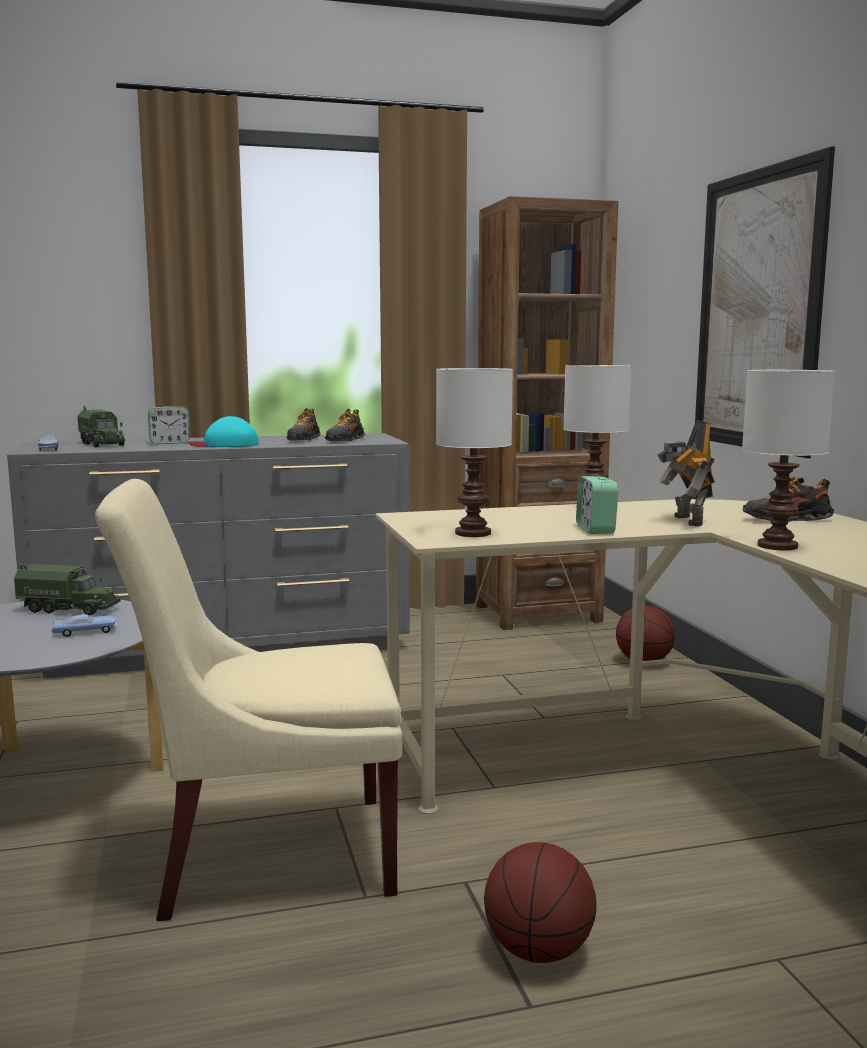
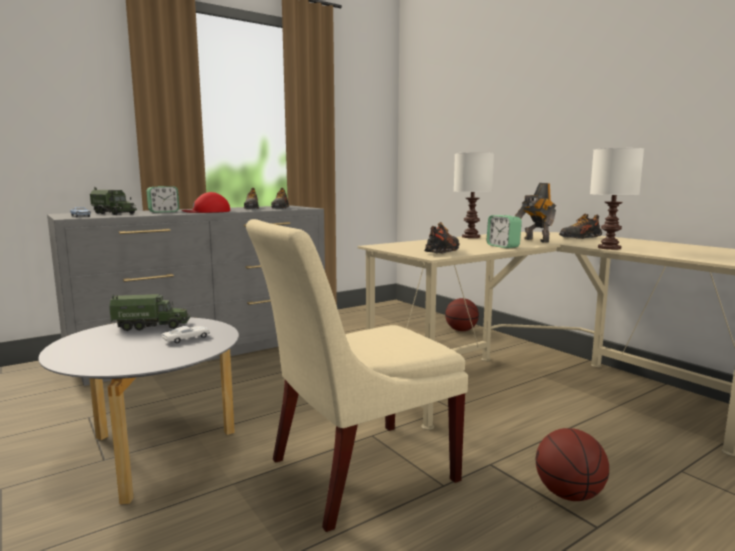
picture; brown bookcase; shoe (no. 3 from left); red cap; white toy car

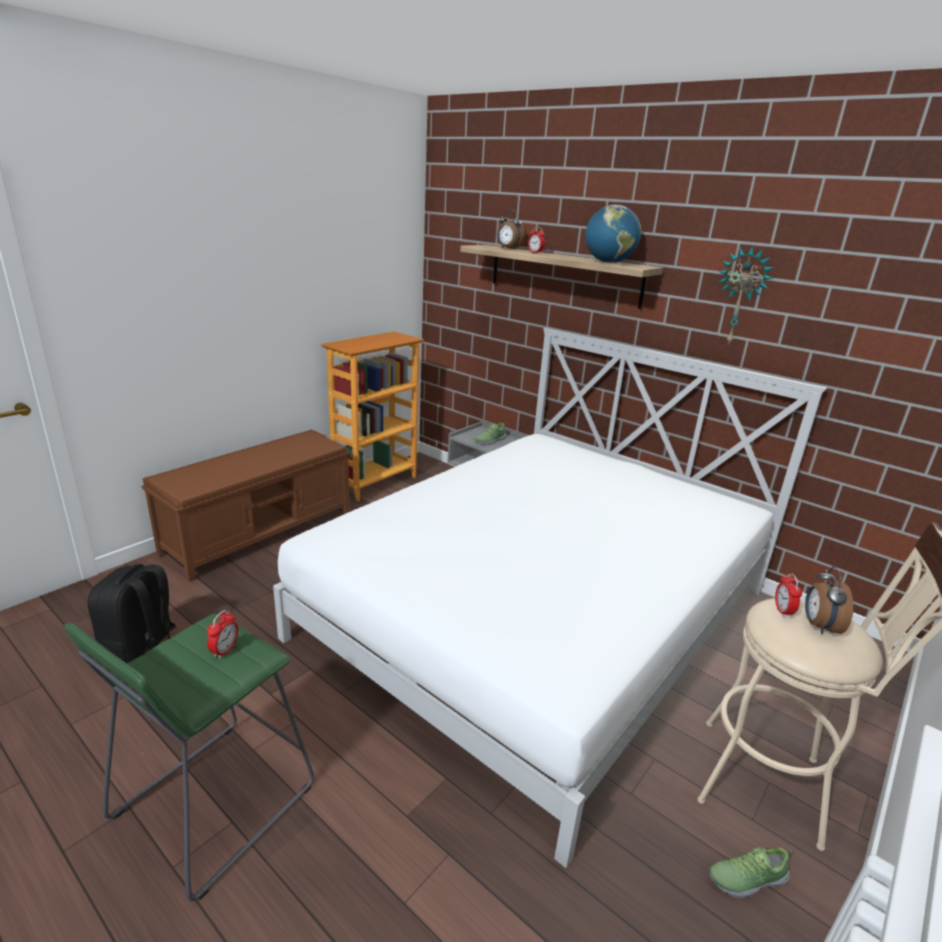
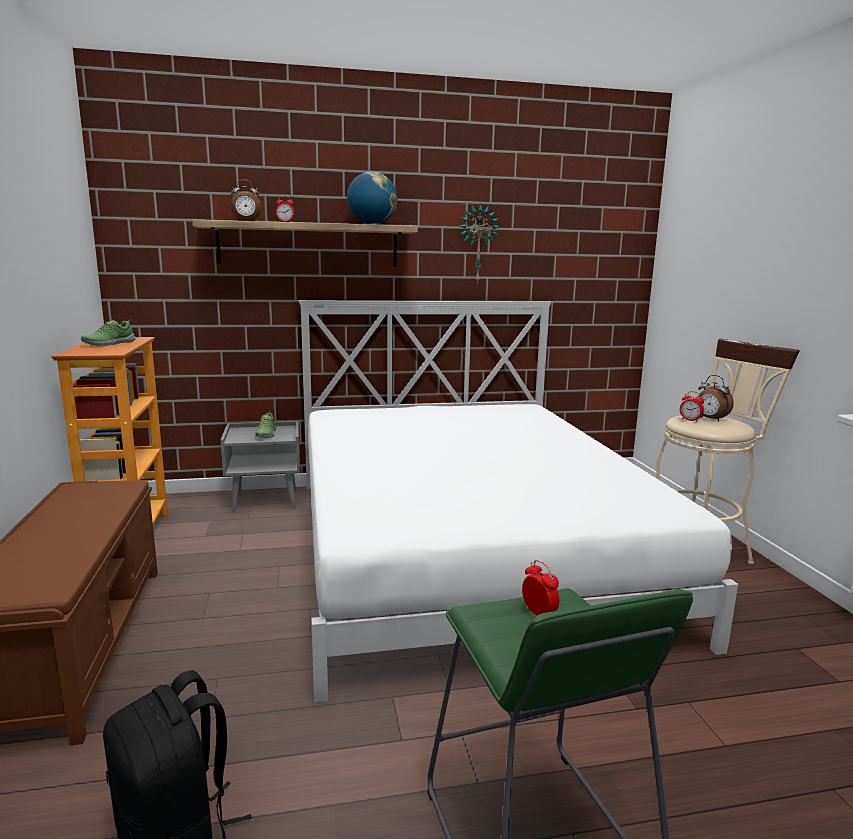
shoe (no. 1 from left)

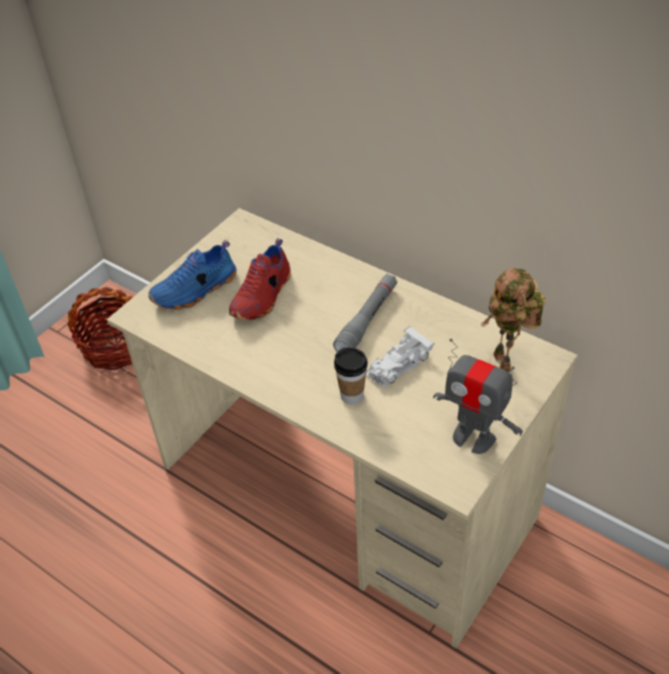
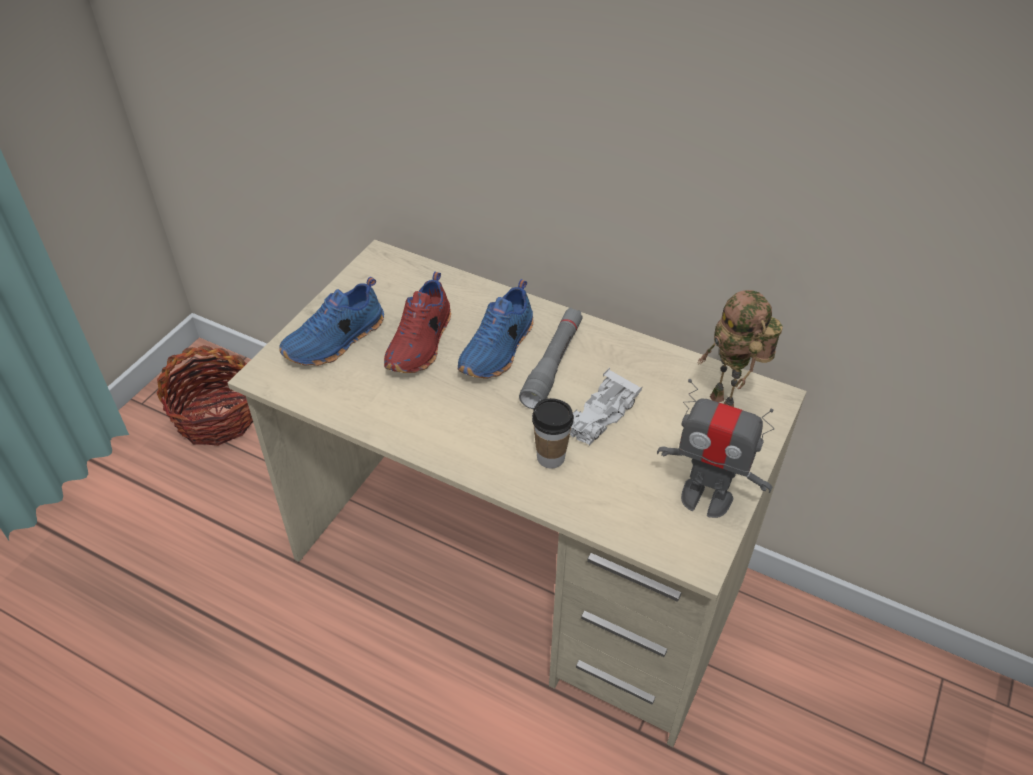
blue shoe (no. 2 from left)

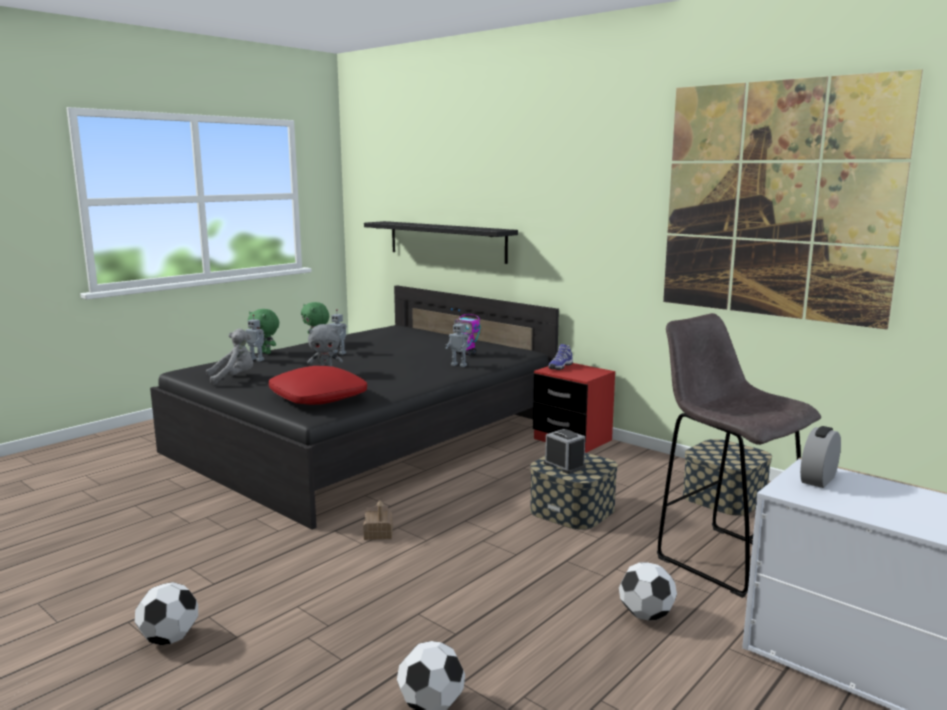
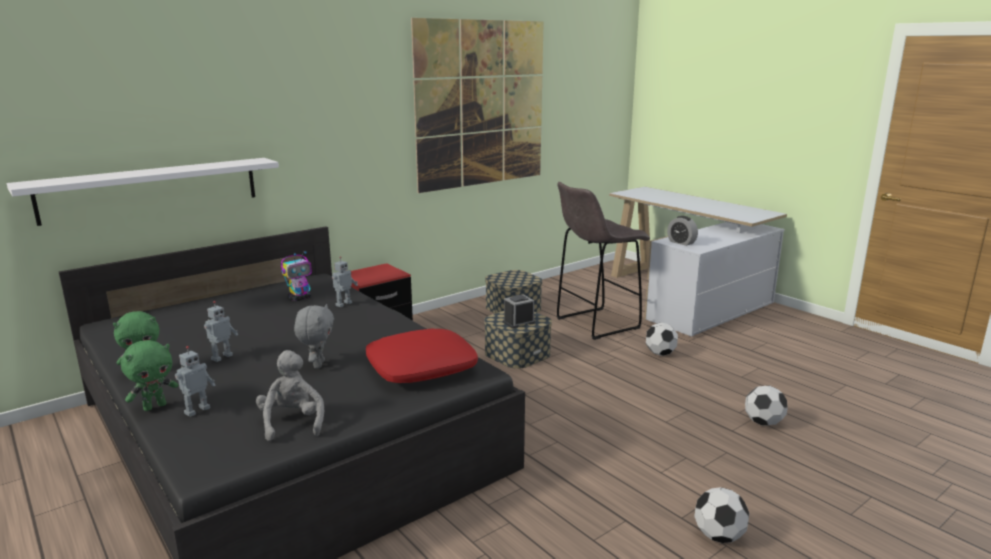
white shelf; shoe; toy house

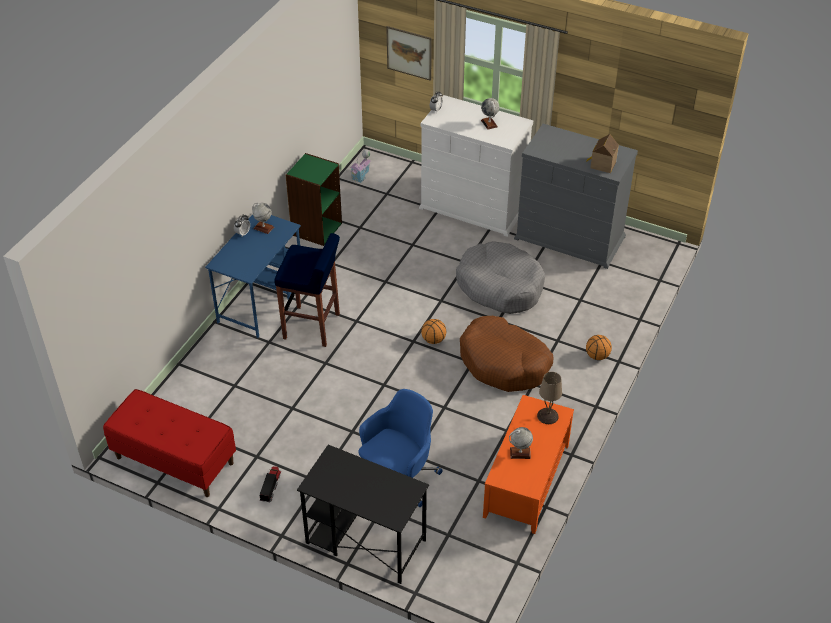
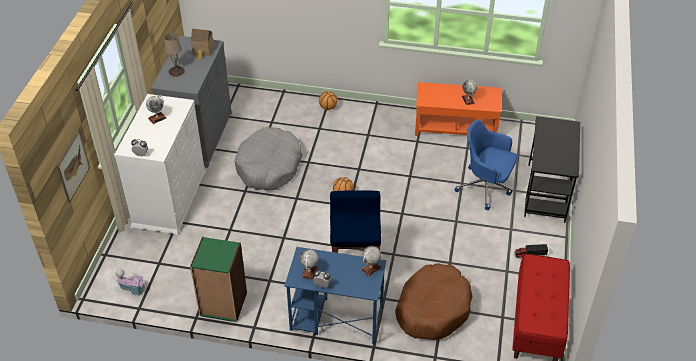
brown dog bed; beige table lamp; globe (no. 3 from left)

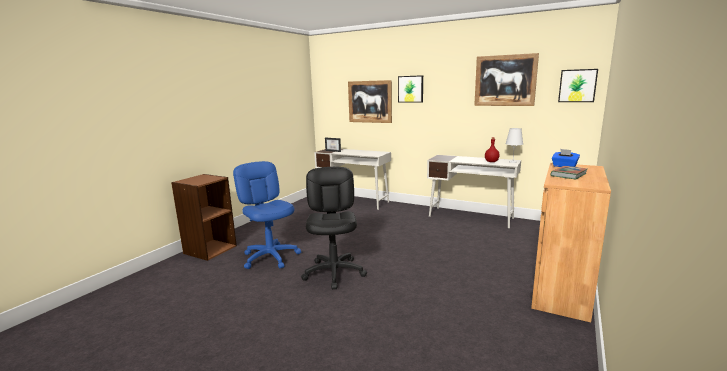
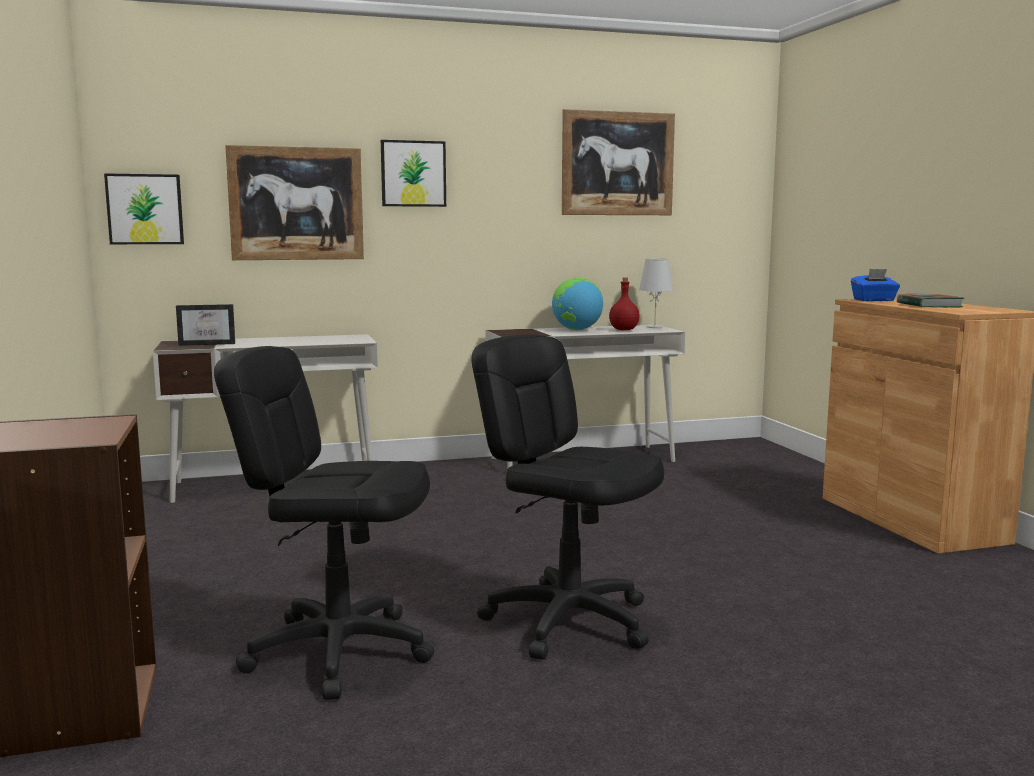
picture (no. 1 from left); black office chair (no. 1 from left); globe

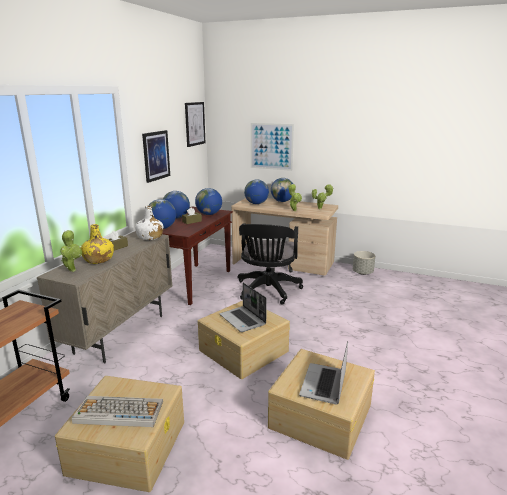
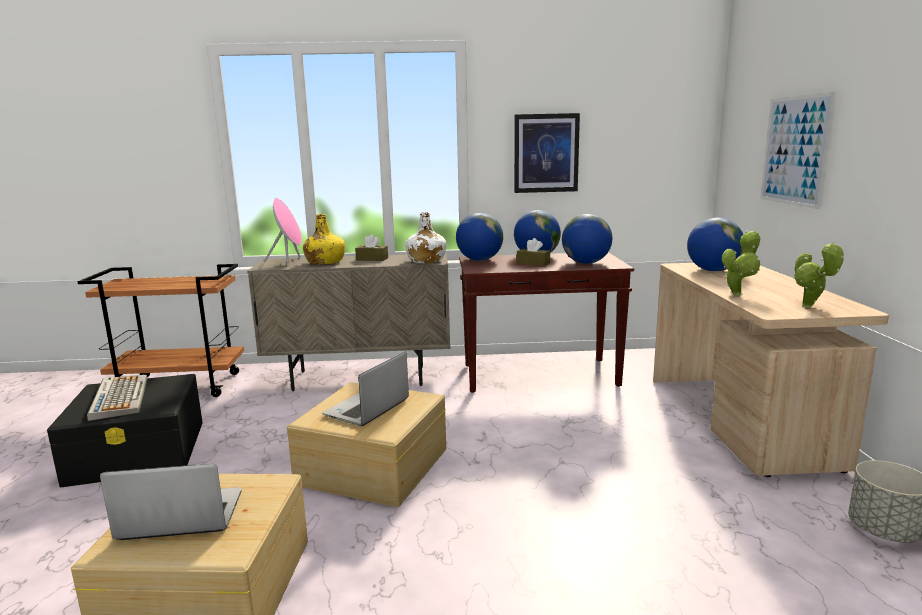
picture (no. 2 from left in the first image); globe (no. 5 from left in the first image); black office chair; pink speaker; black storage box

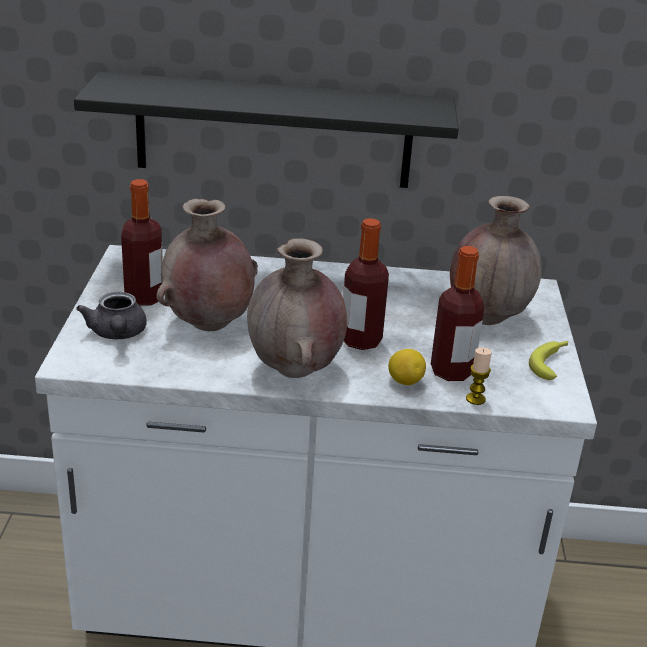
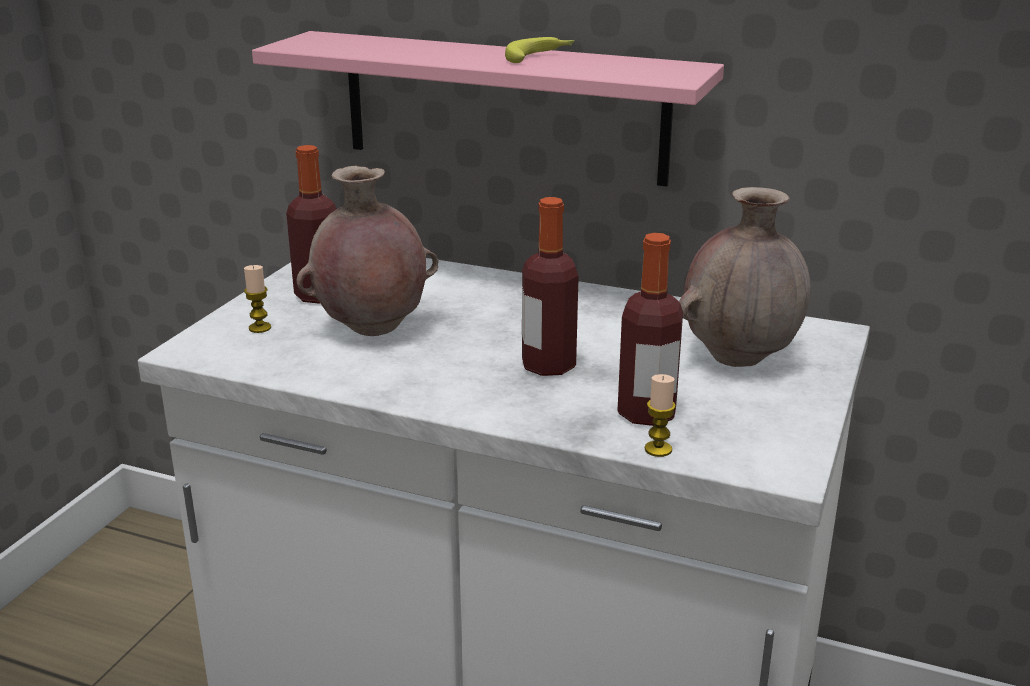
pink shelf; brown vase (no. 2 from left in the first image); candle (no. 1 from left); banana; lemon

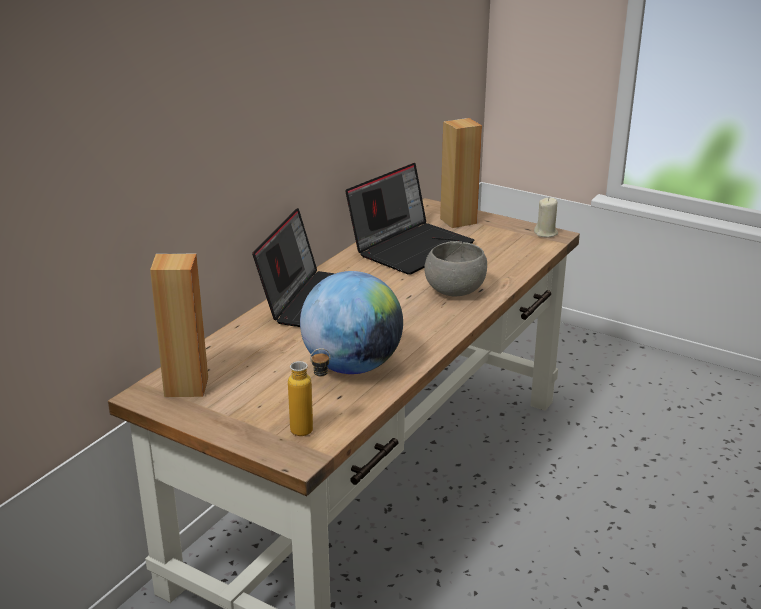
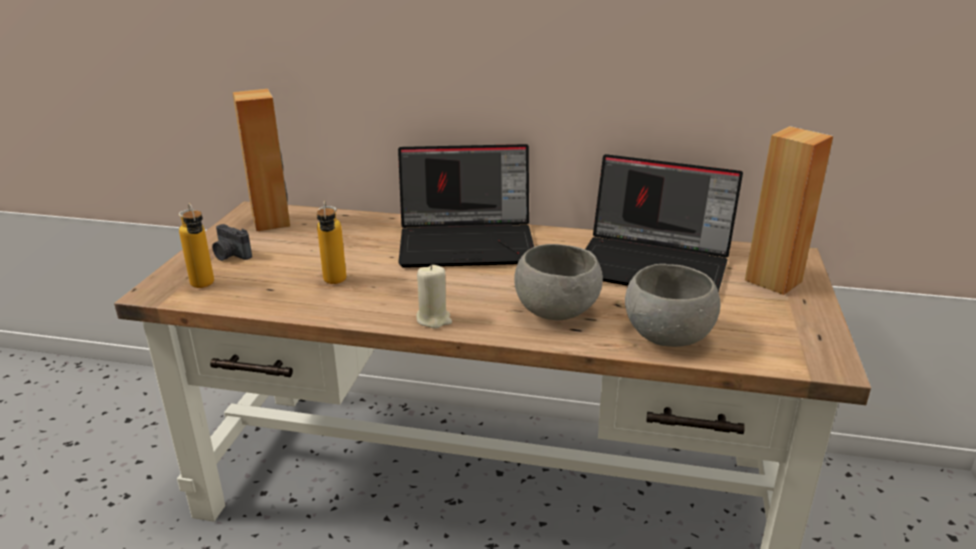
beige candle; bottle (no. 2 from left); photo camera; grey bowl (no. 2 from left)

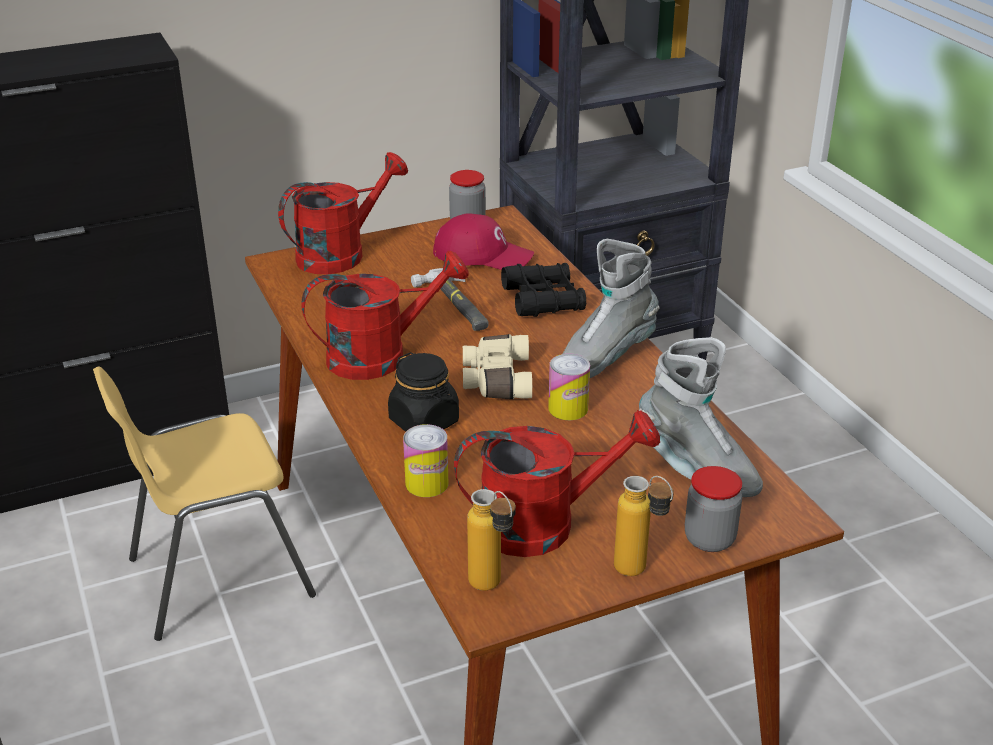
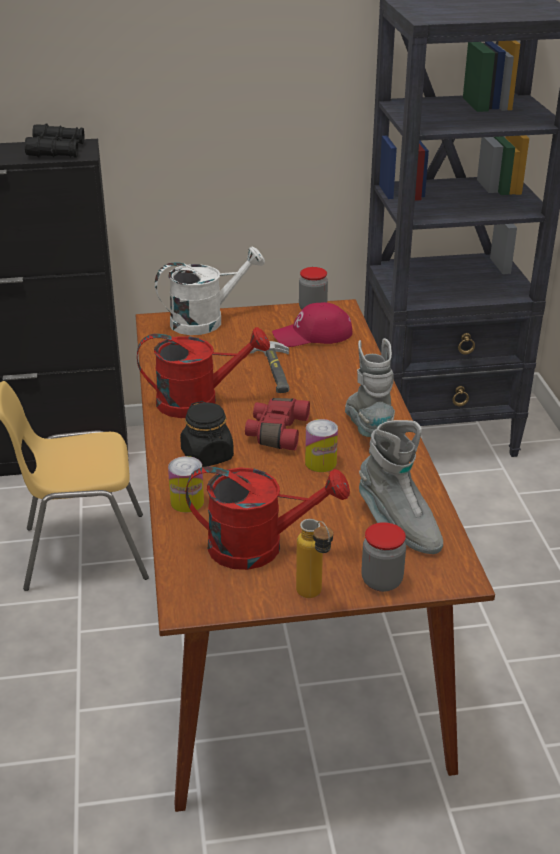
white watering can; red cap; grey boot (no. 1 from left); black binoculars; red binoculars; bottle (no. 1 from left in the first image)

